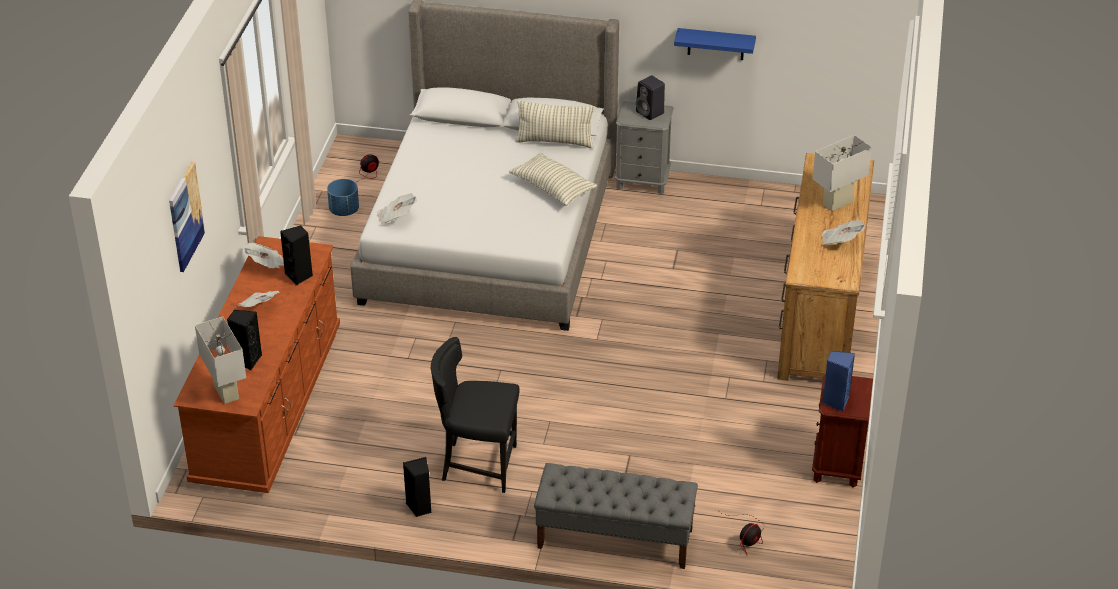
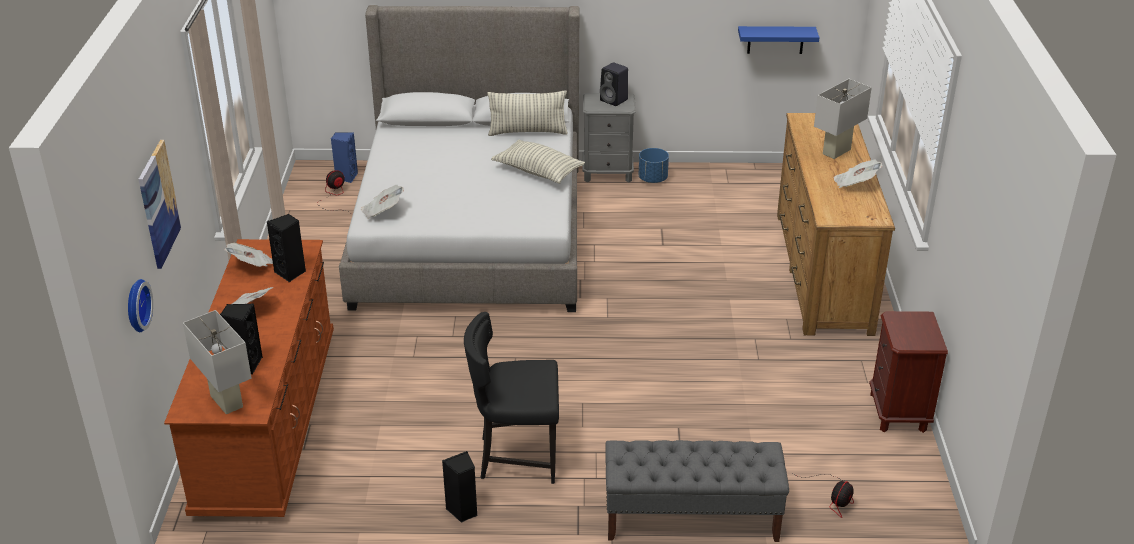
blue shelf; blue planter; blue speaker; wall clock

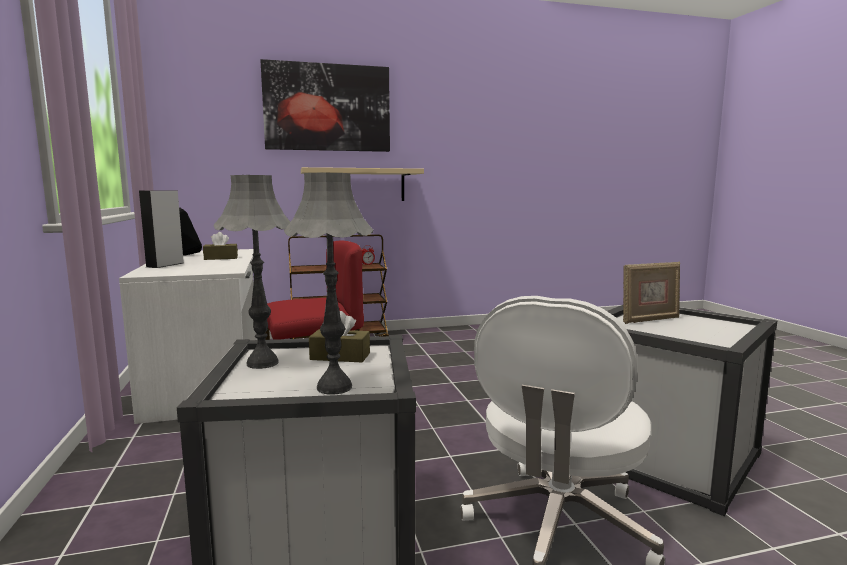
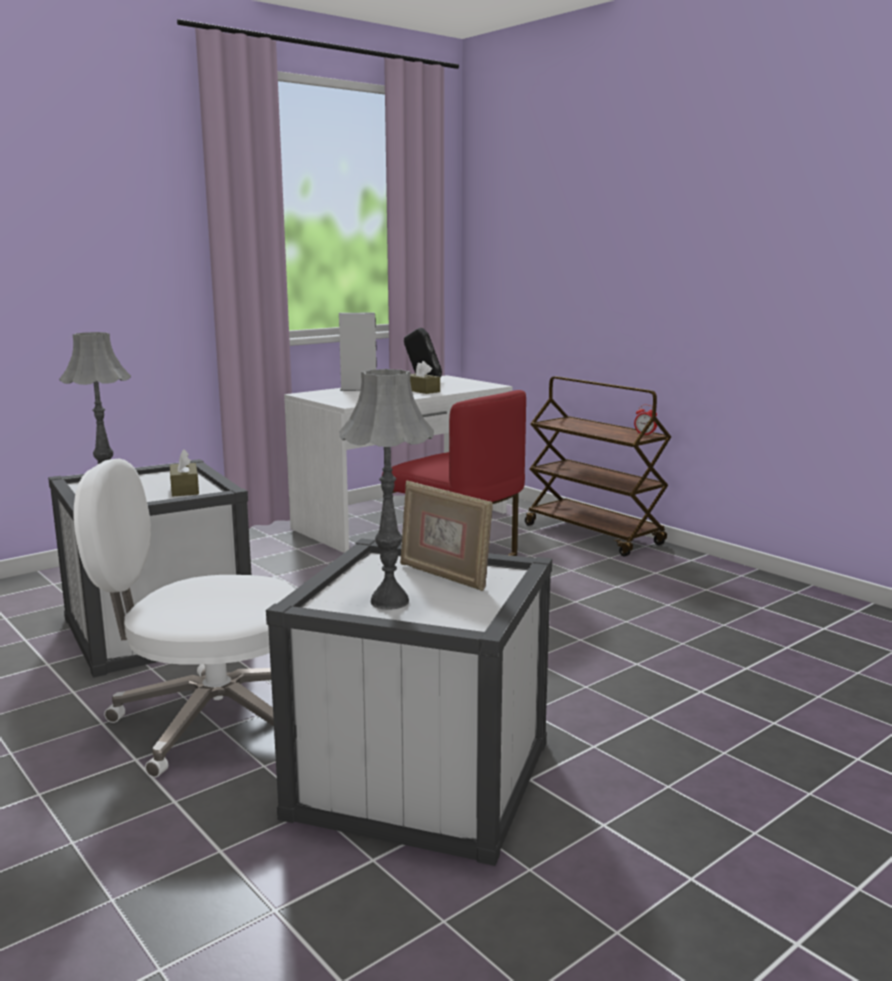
picture; beige shelf; grey table lamp (no. 2 from left)

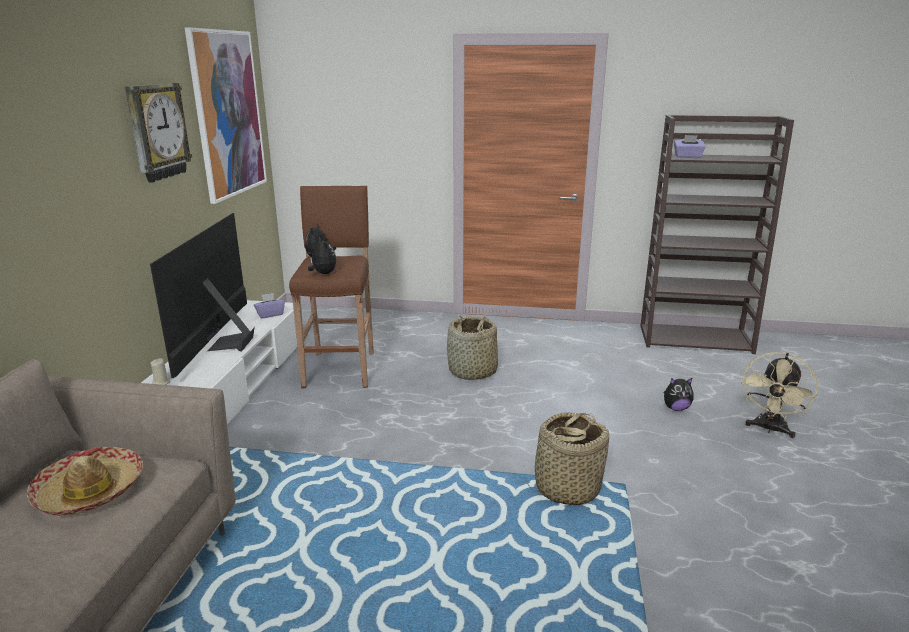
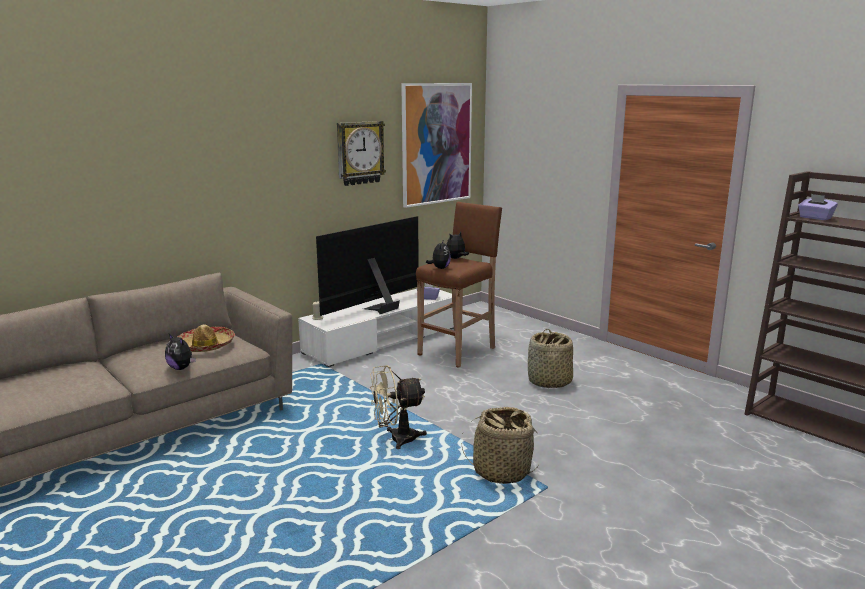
beige fan; plush toy (no. 1 from left)

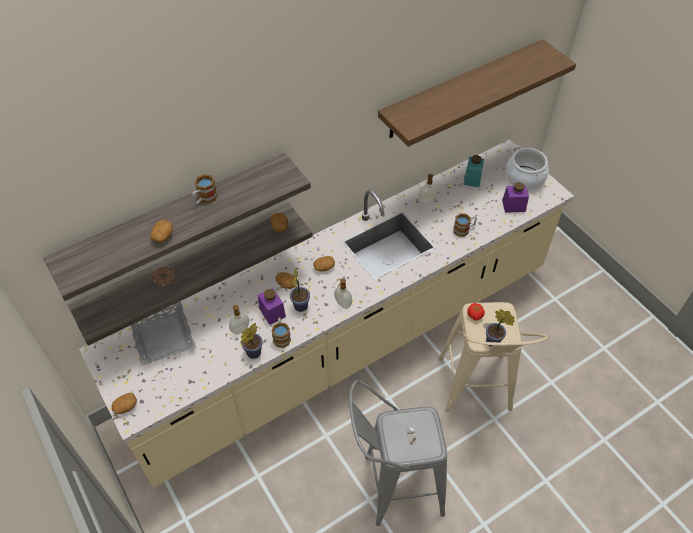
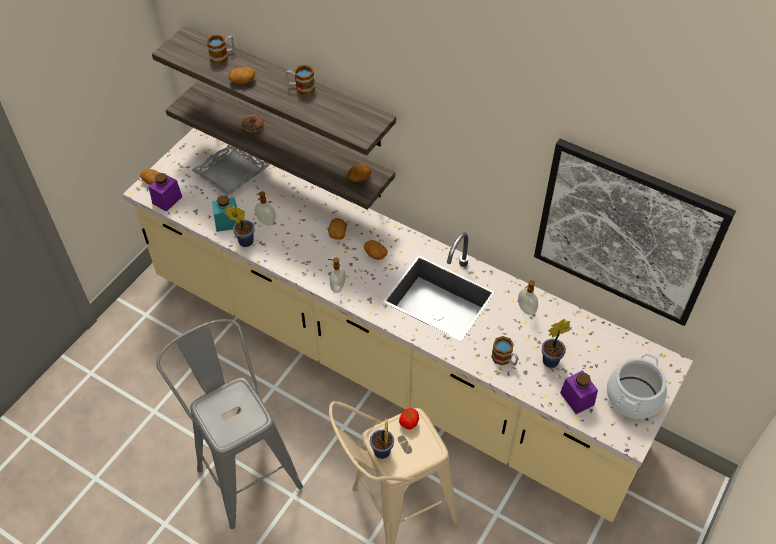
picture; turquoise jar; potted plant (no. 3 from left); purple jar (no. 1 from left); mug (no. 1 from left)

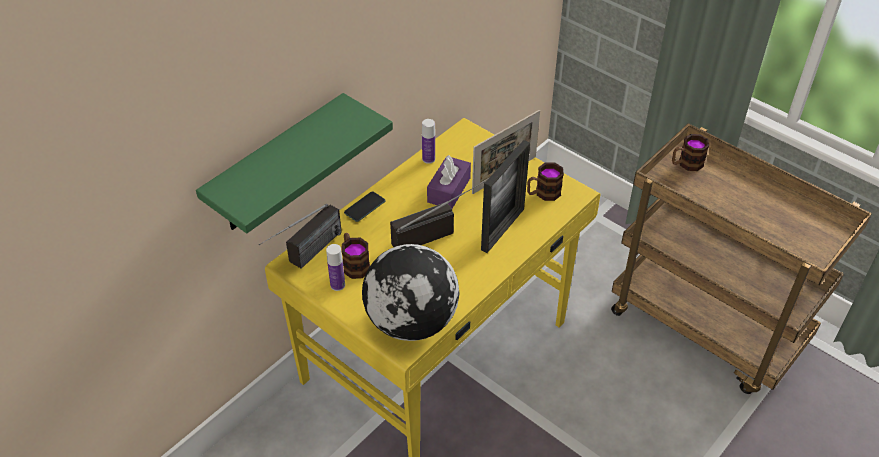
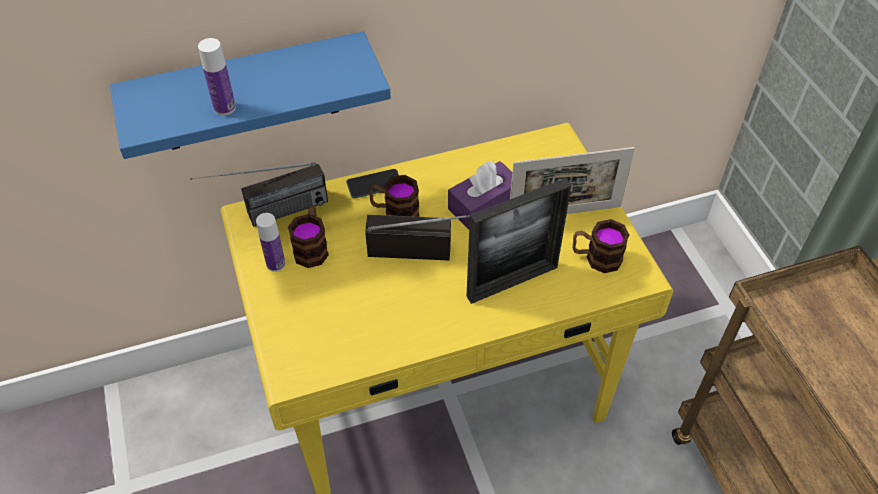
blue shelf; bottle (no. 1 from left); mug (no. 2 from left); globe

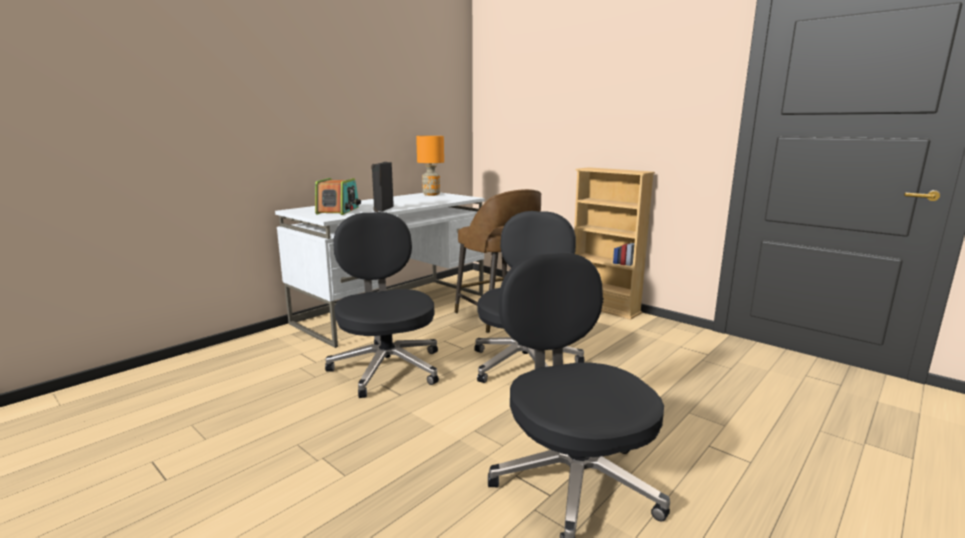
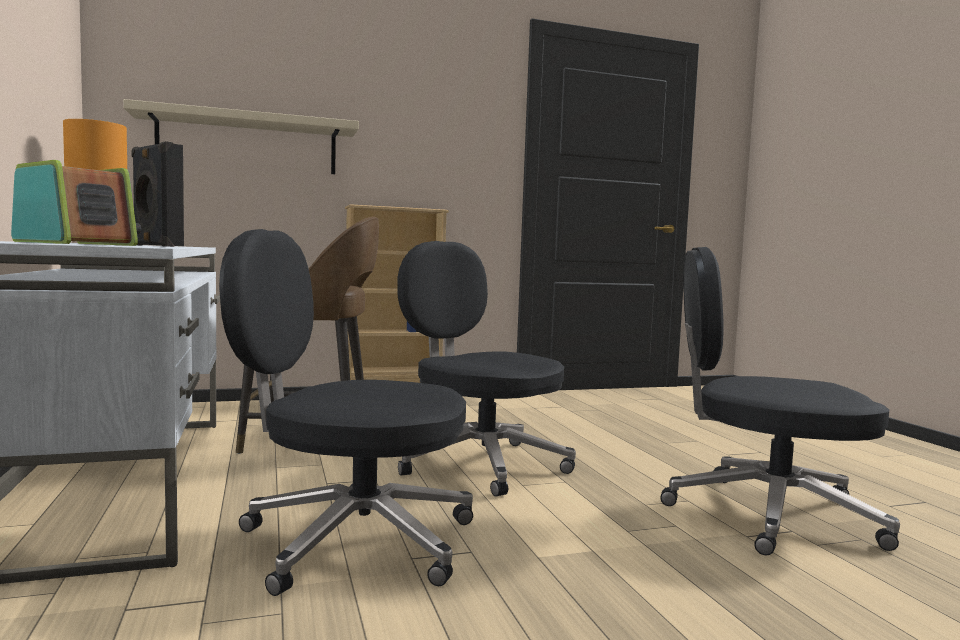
beige shelf

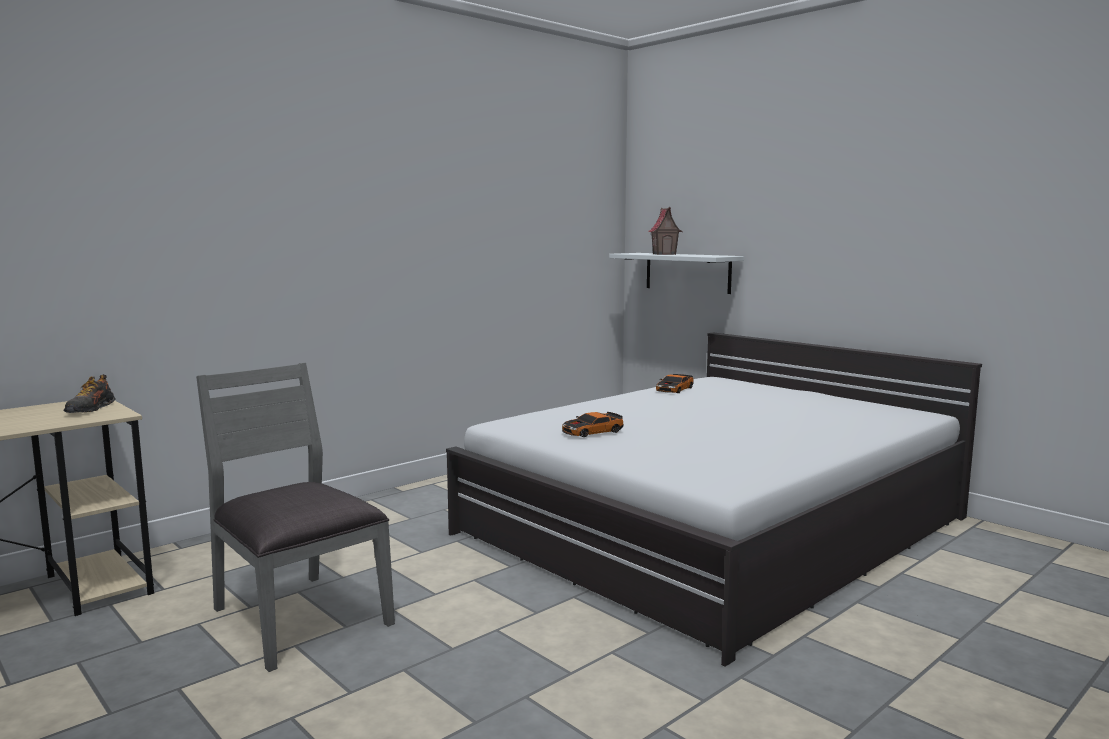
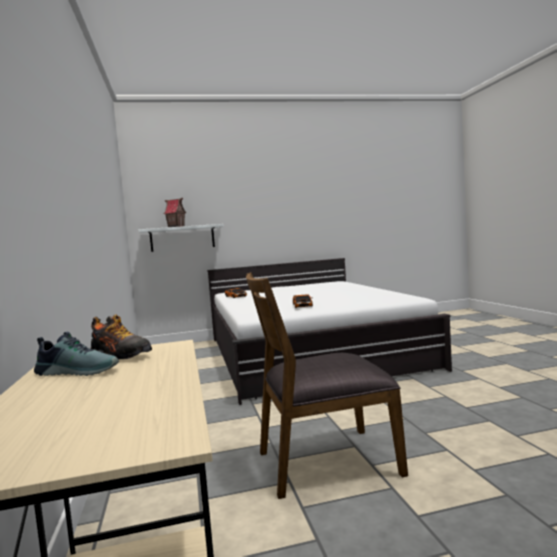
brown chair; shoe (no. 1 from left)

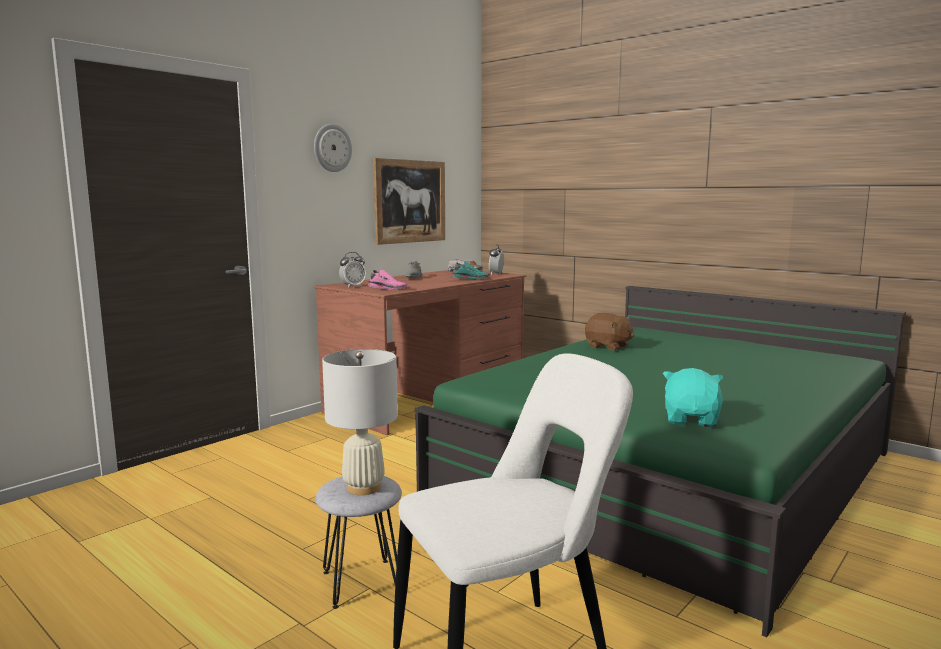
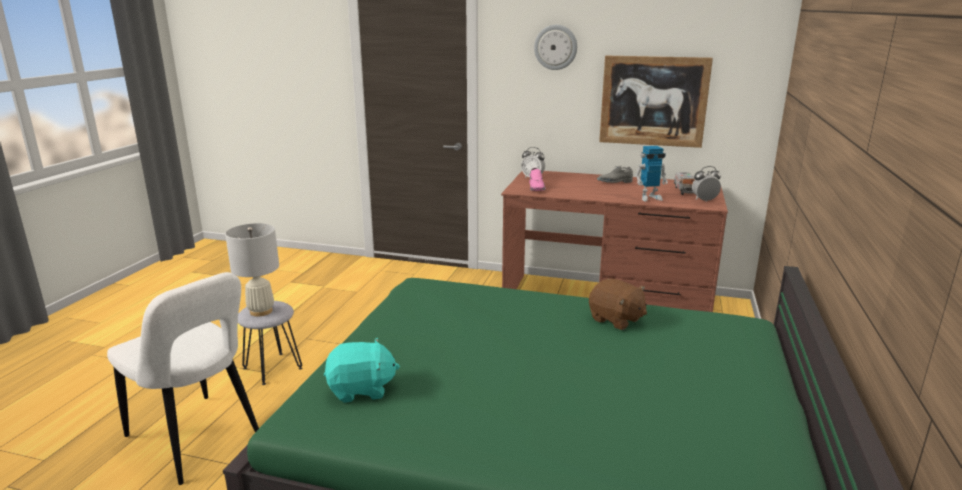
toy robot; brown plush toy

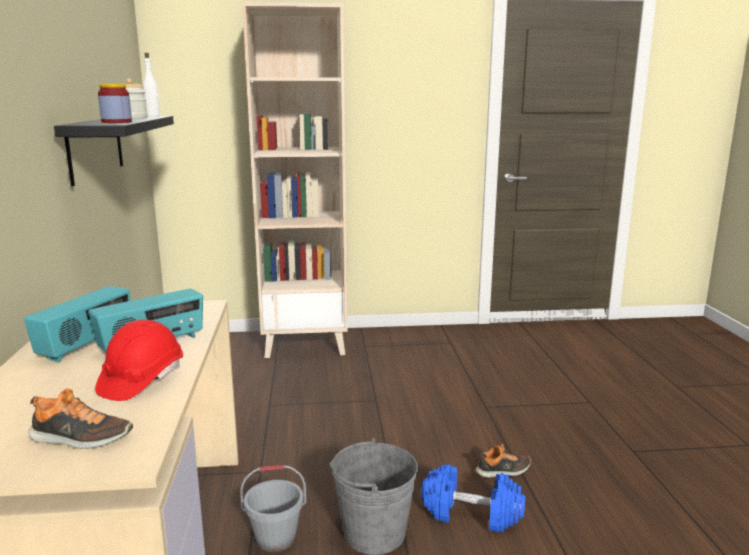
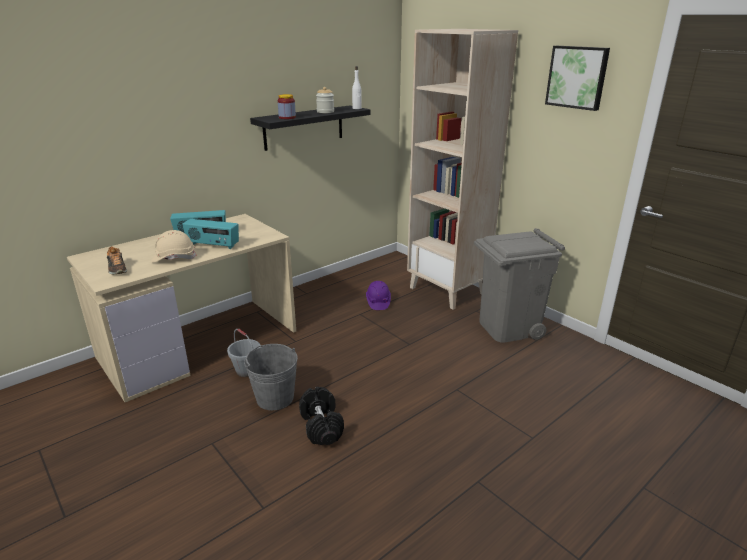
beige hard hat; shoe (no. 2 from left in the first image); black dumbbell; picture; grey trash can; purple hard hat

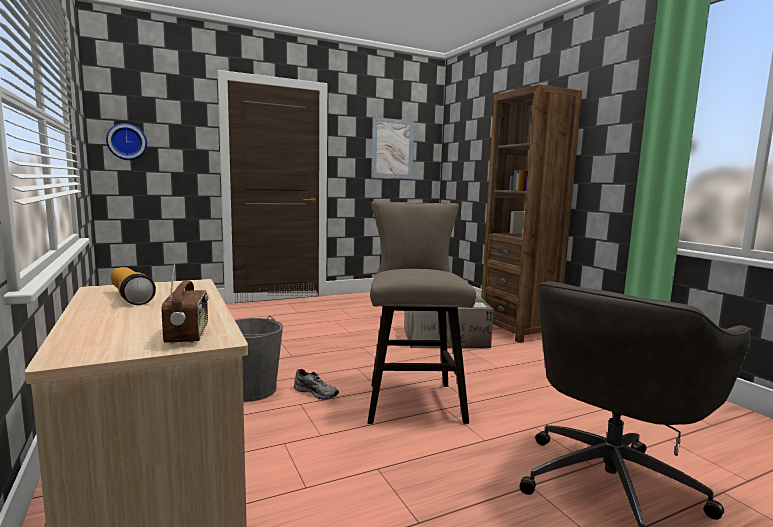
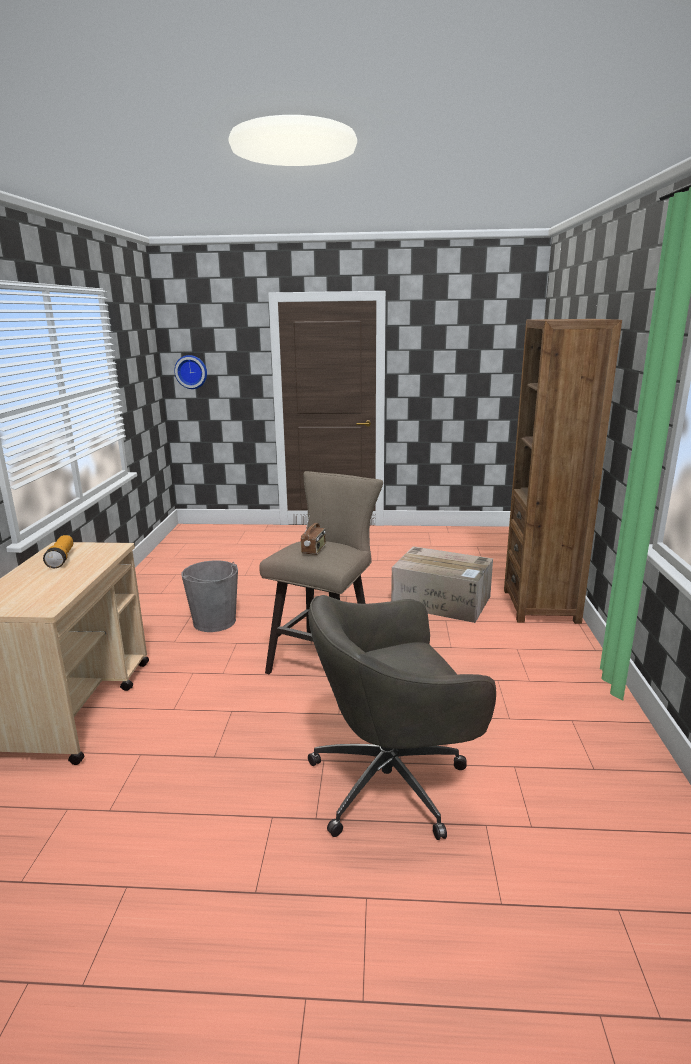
picture; radio; grey shoe

